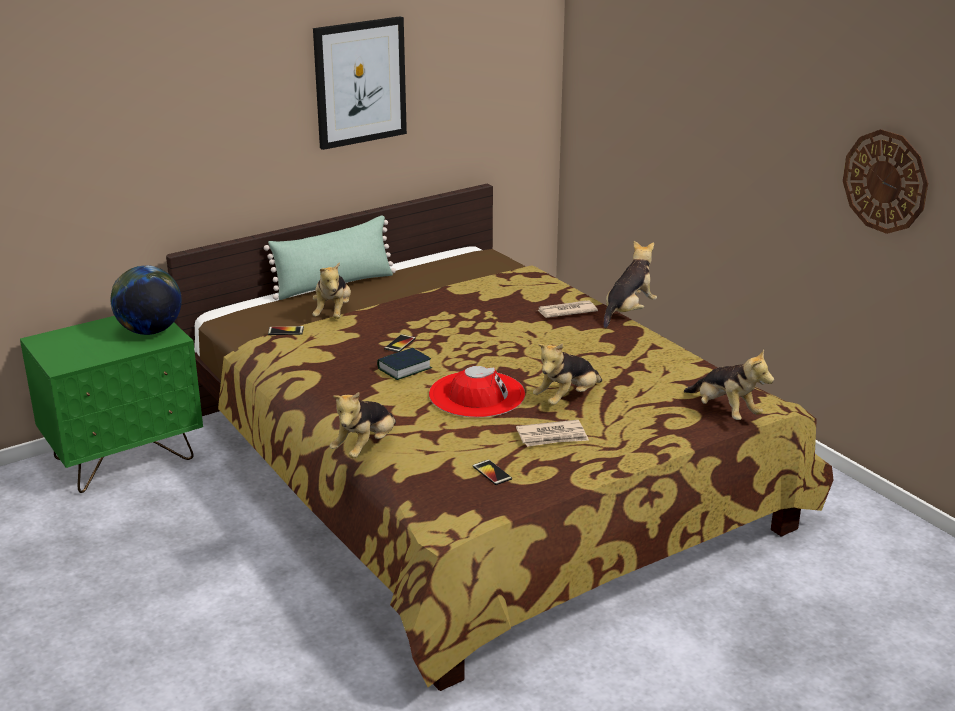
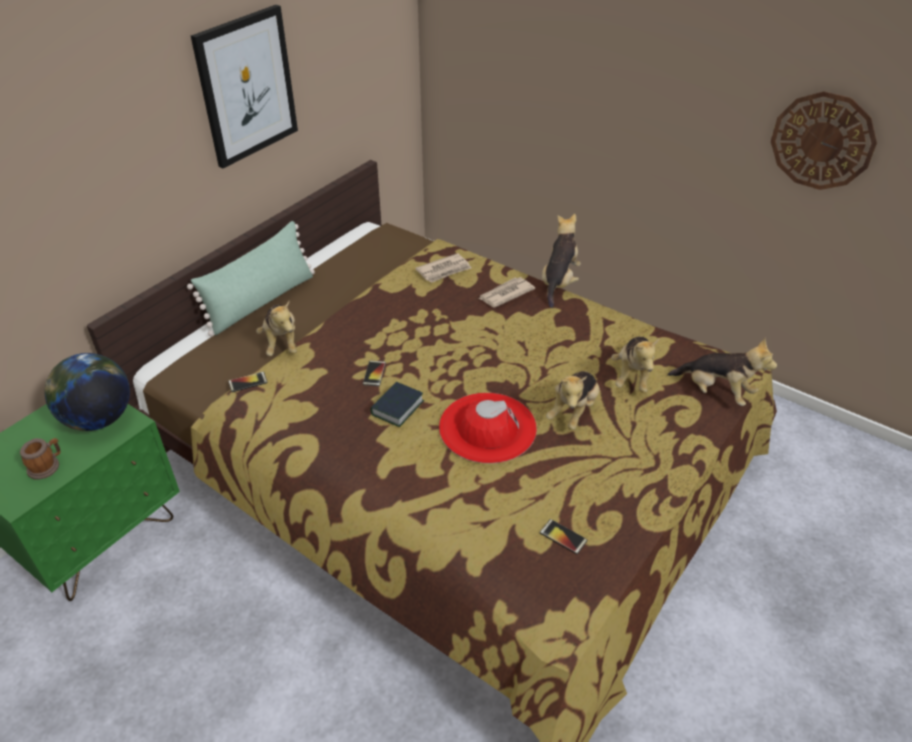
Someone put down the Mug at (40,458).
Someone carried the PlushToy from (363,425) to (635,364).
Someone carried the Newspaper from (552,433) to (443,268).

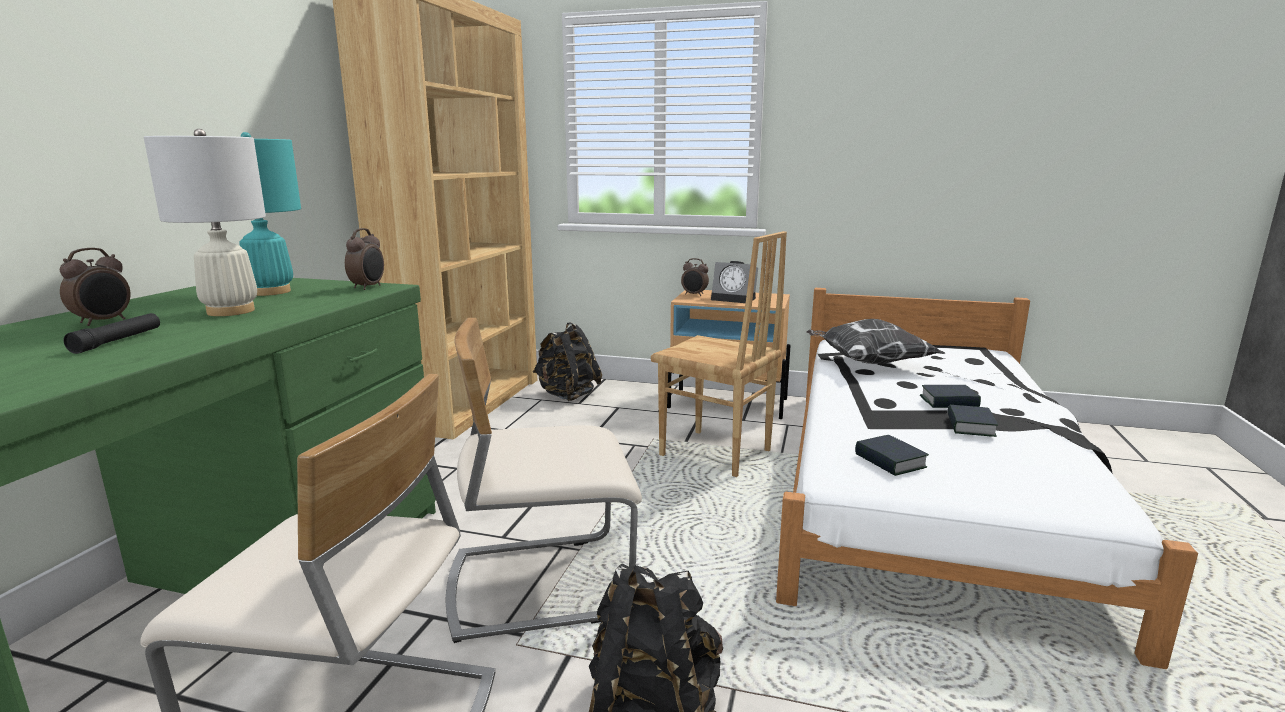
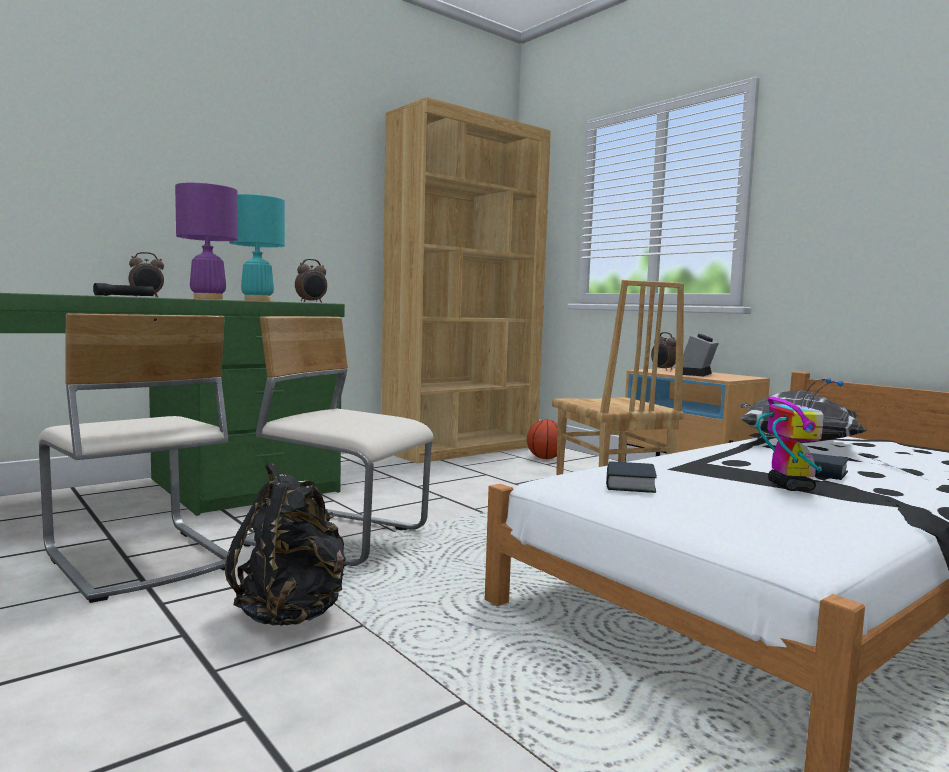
Someone swapped the BlackBackpack at (567,361) for the Basketball at (546,439).
Someone swapped the Book at (973,421) for the ToyRobot at (799,435).
Someone repainted the WhiteTableLamp at (205,222), which became the PurpleTableLamp at (206,241).
Someone rotated the AlarmClock at (734,282) by 60 degrees clockwise.

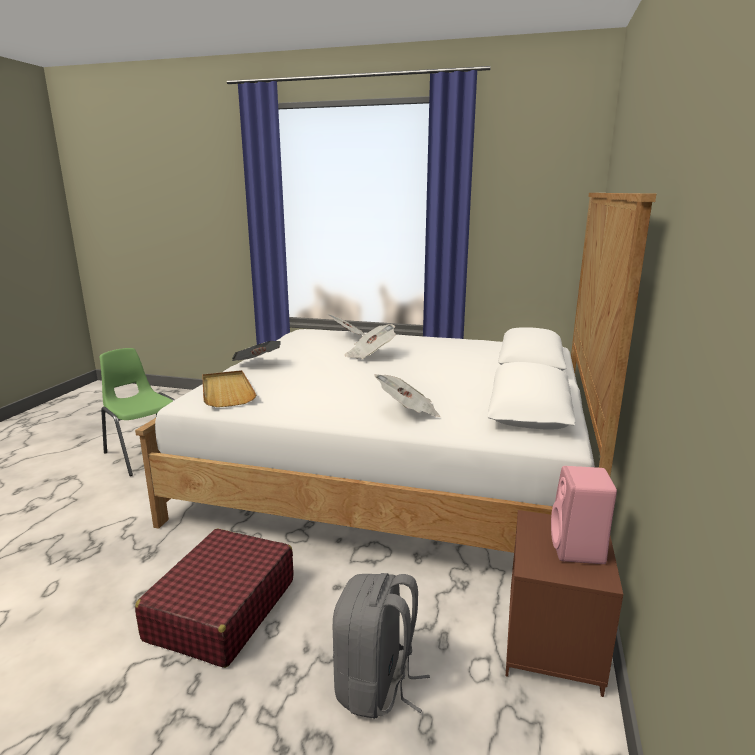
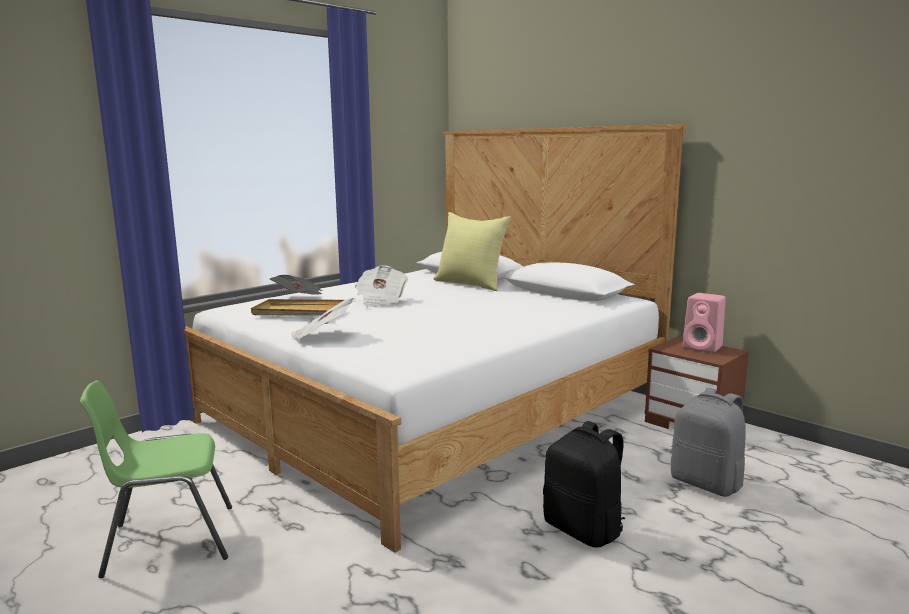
Someone took away the Newspaper at (407,395).
Someone put down the YellowPillow at (472,251).
Someone carried the BeigeTray from (229,388) to (297,307).
Someone swapped the RedSuitcase at (214,598) for the BlackBackpack at (584,484).

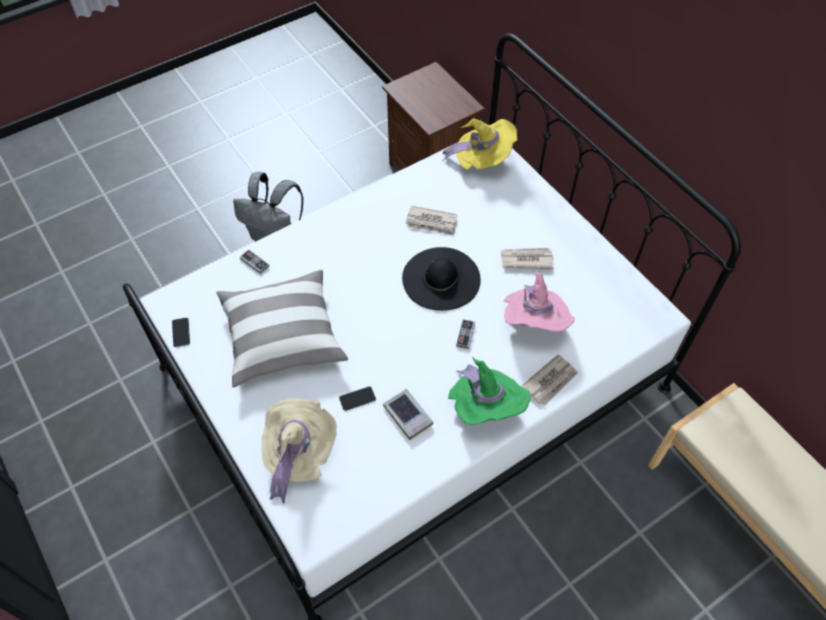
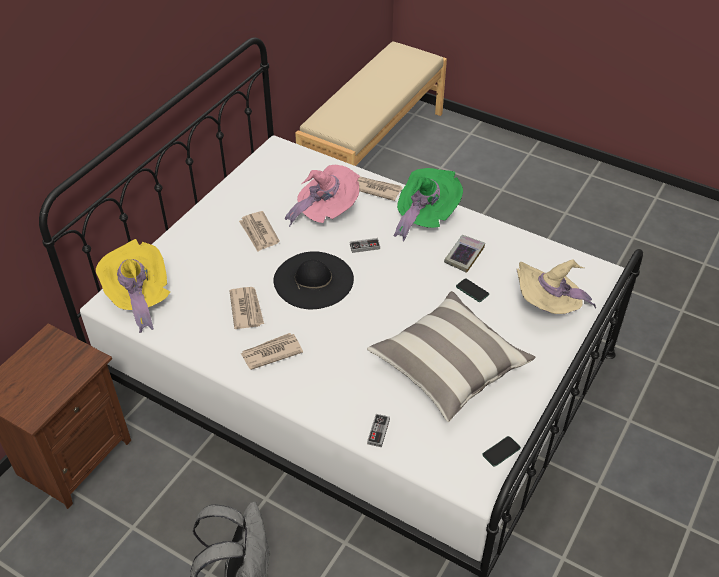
Someone put down the Newspaper at (272,351).

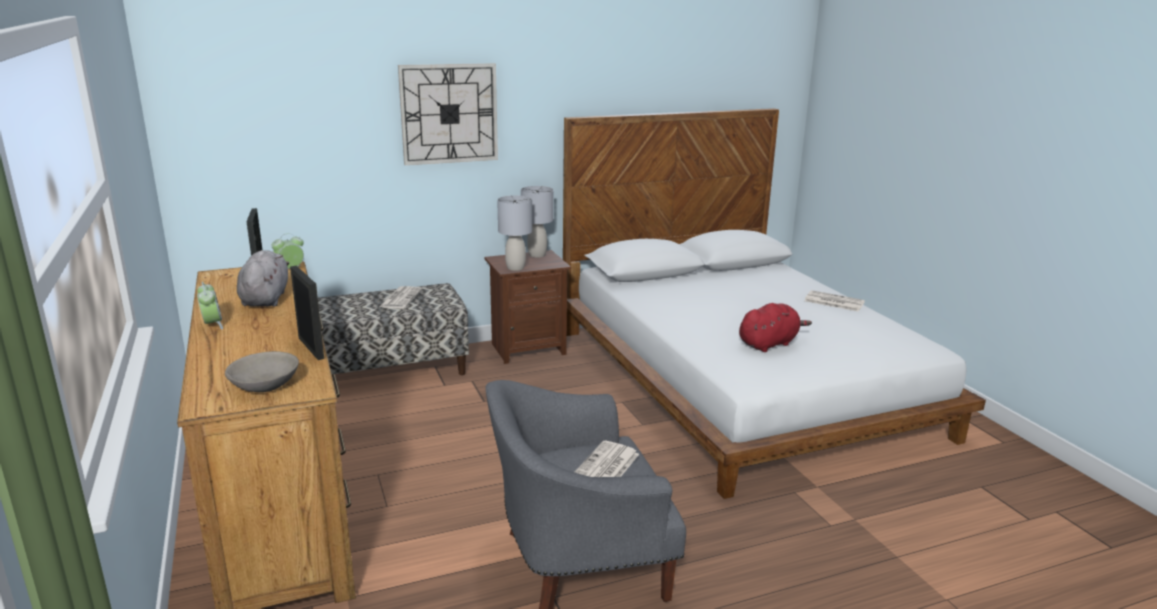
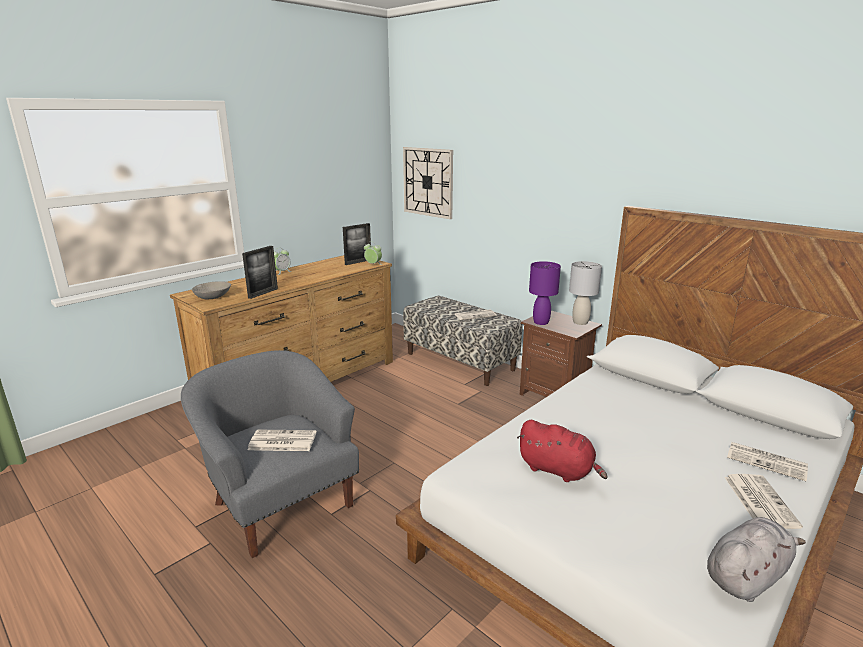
Someone put down the Newspaper at (767,461).
Someone carried the GreyPlushToy from (263,278) to (756,559).
Someone carried the WallClock from (448,114) to (428,183).
Someone repainted the GreyTableLamp at (514,233), which became the PurpleTableLamp at (545,293).

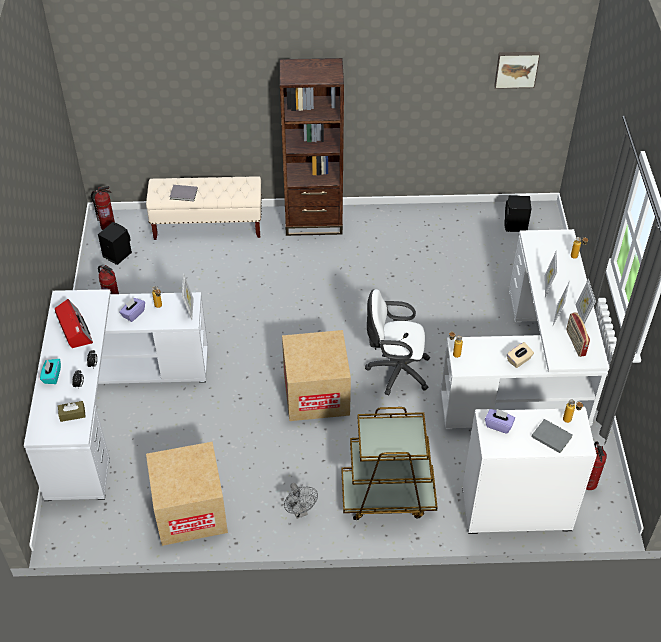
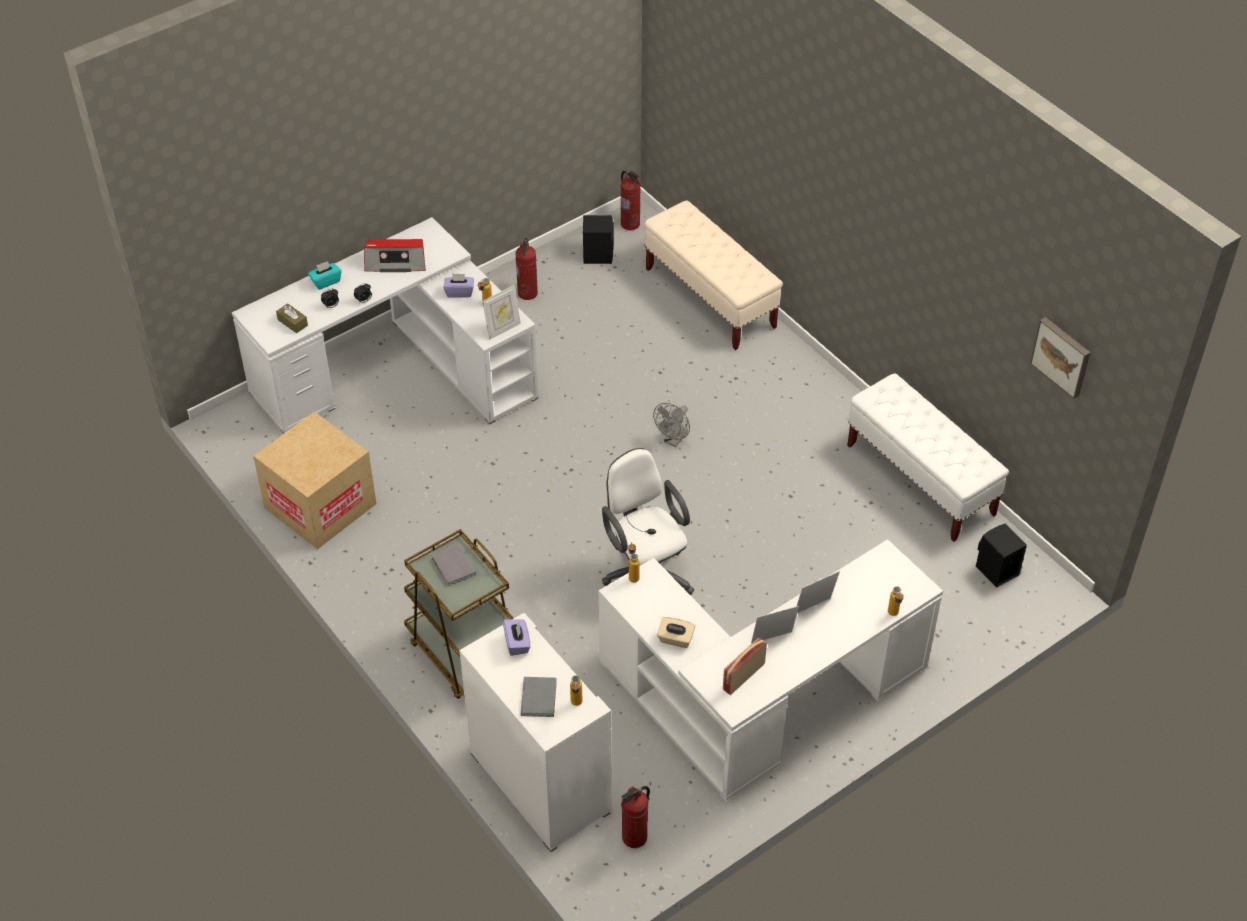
Someone took away the BrownBookcase at (312,147).
Someone took away the CardboardBox at (316,375).
Someone took away the PictureFrame at (586,301).
Someone put down the WhiteBench at (928,457).
Someone carried the GreyBook from (184,193) to (453,565).
Someone carried the GreyFan from (301,501) to (671,425).
Someone rotated the Radio at (74,323) by 60 degrees clockwise.

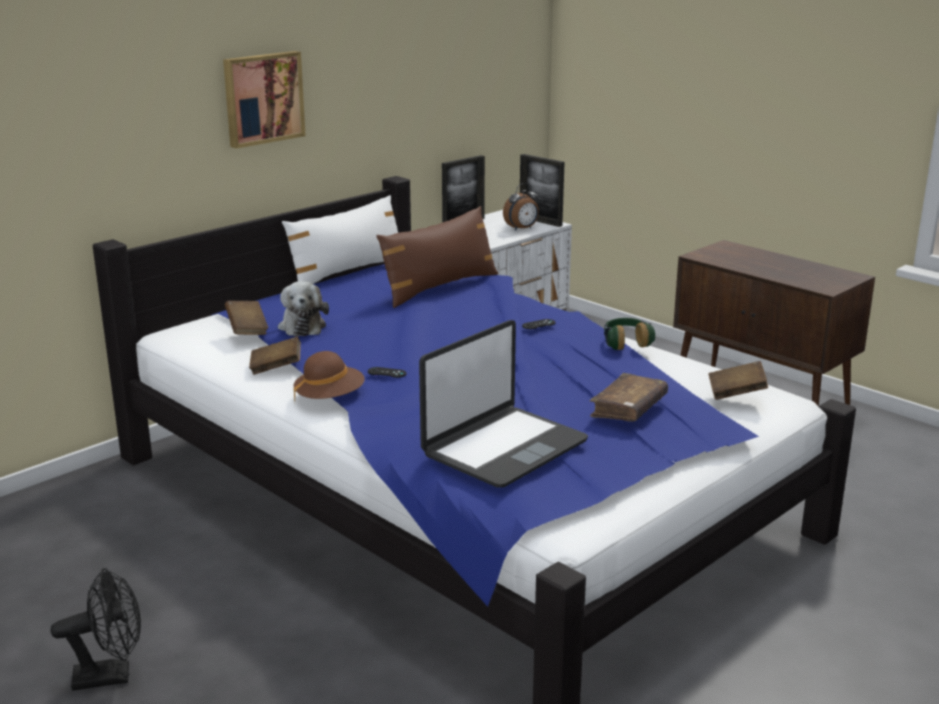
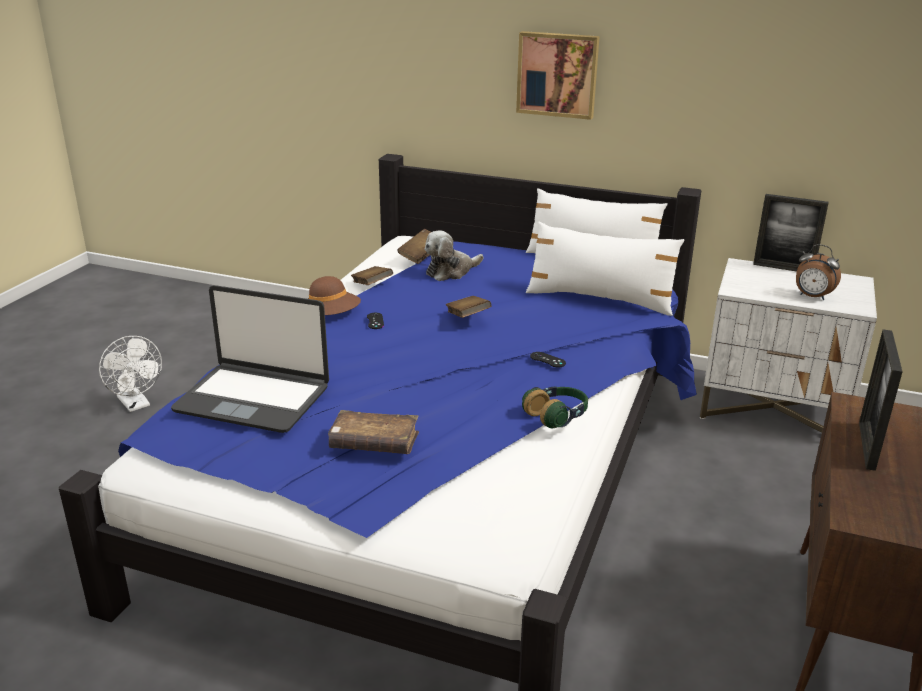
Someone carried the PictureFrame from (542,190) to (881,400).
Someone carried the BrownBook from (738,380) to (469,307).
Someone repainted the BlackFan at (95,629), which became the WhiteFan at (130,374).
Someone repainted the BrownPillow at (437,257), which became the WhitePillow at (605,269).

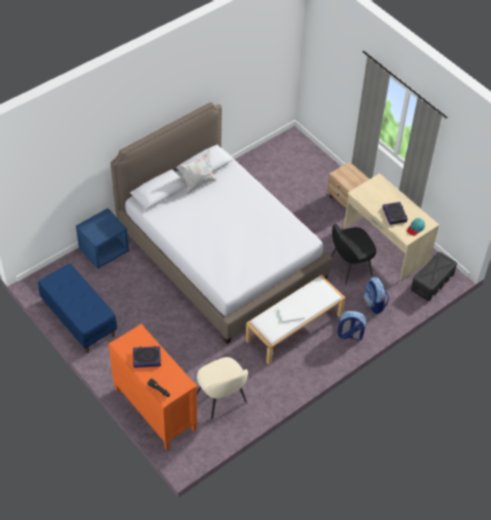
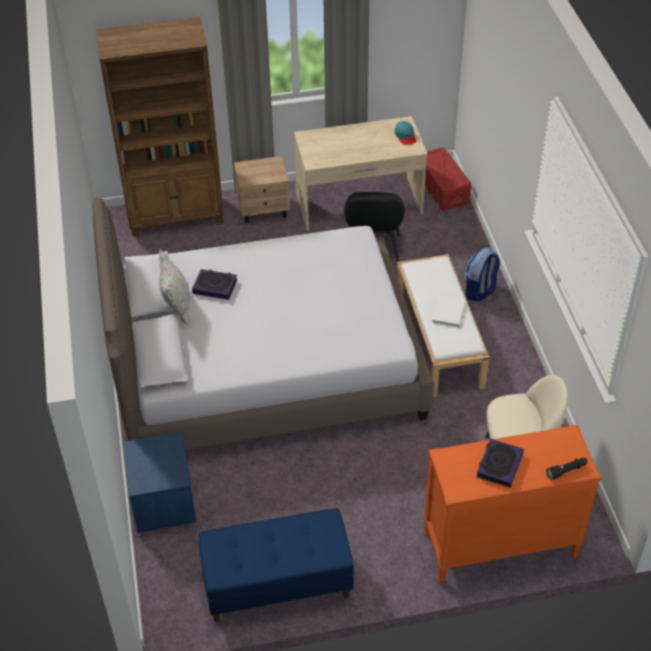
Someone took away the Backpack at (376,295).
Someone put down the BrownBookcase at (160,126).
Someone carried the Book from (395,213) to (214,284).
Someone repainted the BlackStorageBox at (434,276), which became the RedStorageBox at (448,179).

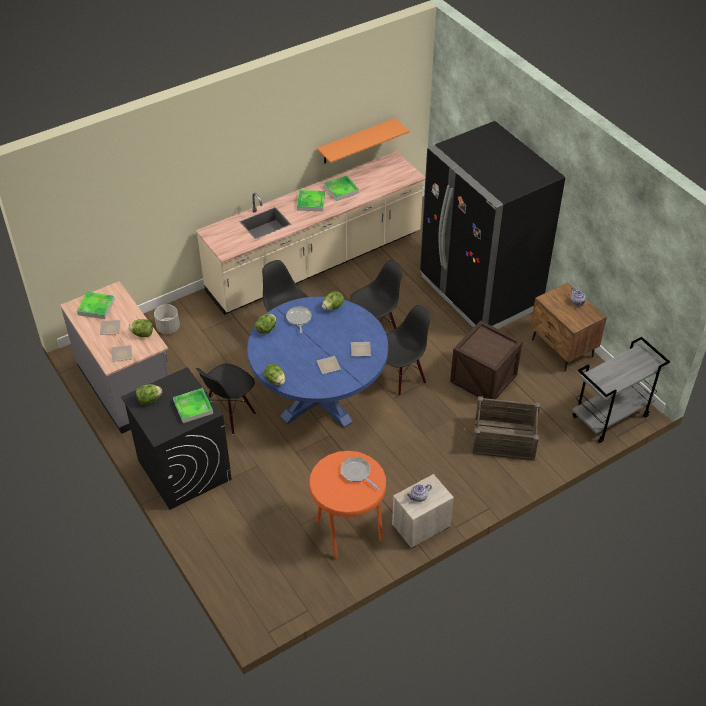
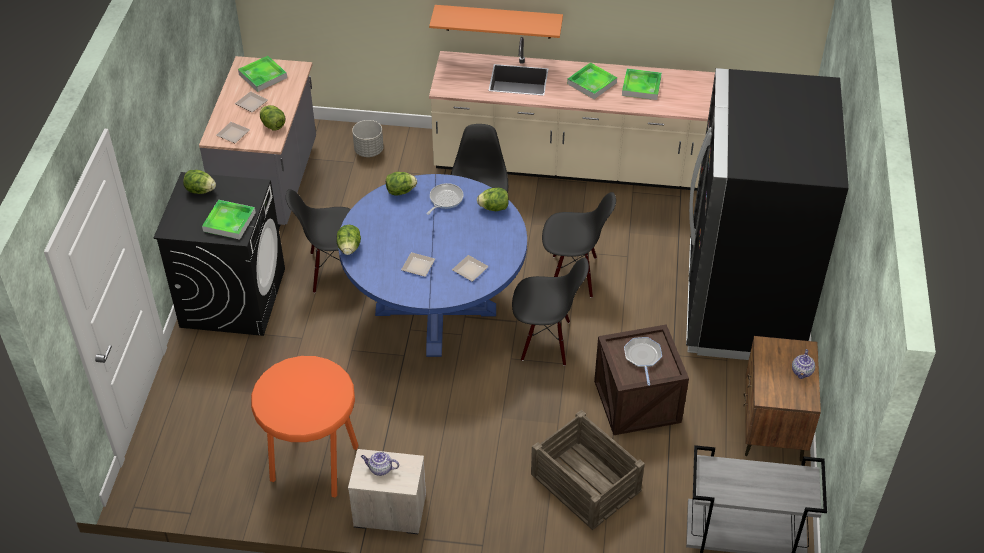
Someone carried the OrangeShelf from (363,140) to (496,22).
Someone carried the FryingPan from (360,473) to (643,361).

